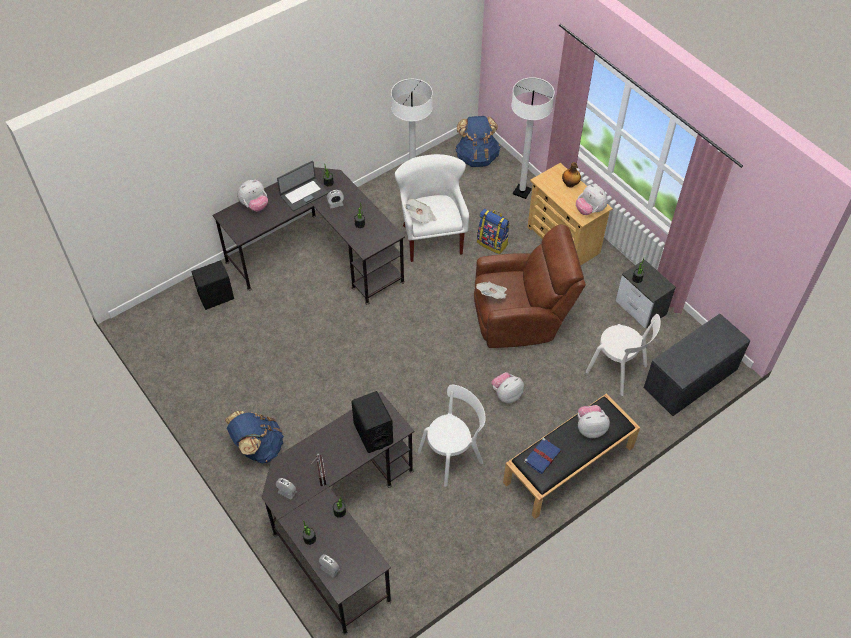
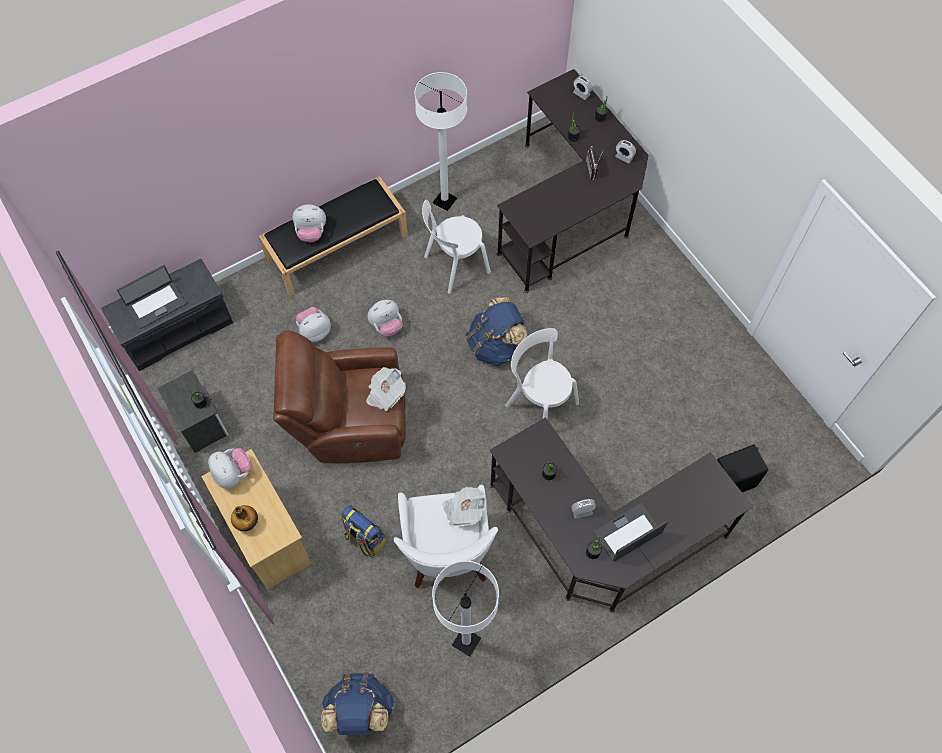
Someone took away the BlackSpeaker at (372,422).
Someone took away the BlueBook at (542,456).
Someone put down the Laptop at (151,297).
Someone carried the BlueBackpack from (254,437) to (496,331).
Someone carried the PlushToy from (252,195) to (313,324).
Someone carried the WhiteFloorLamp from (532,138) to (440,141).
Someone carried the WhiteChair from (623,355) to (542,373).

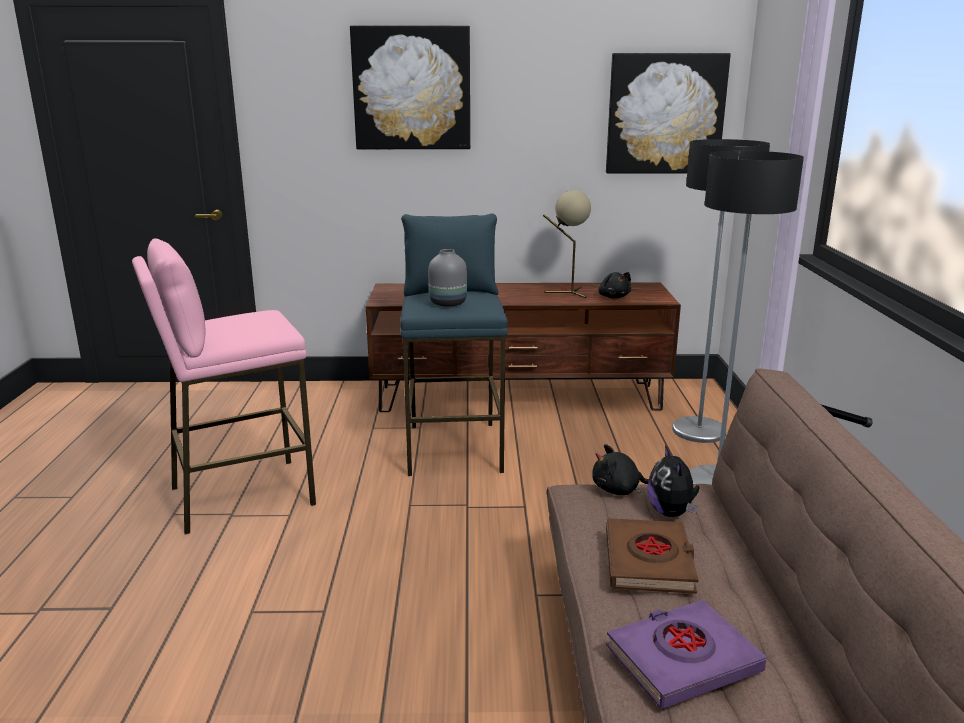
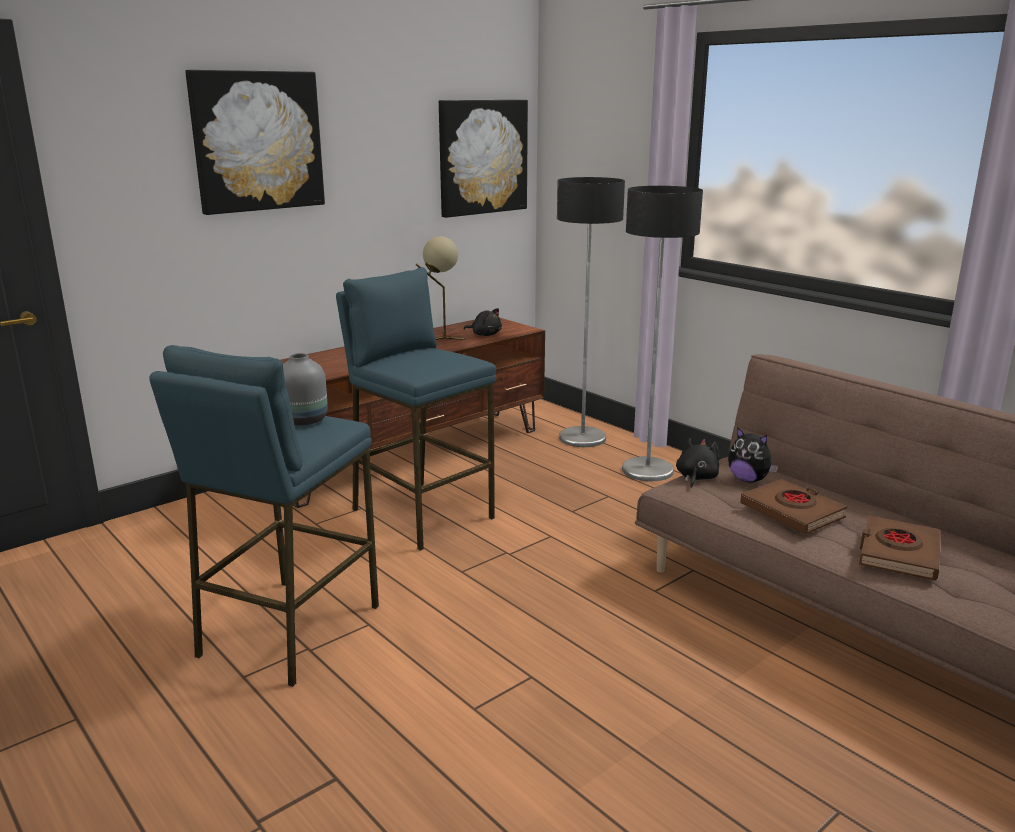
Someone carried the GreyVase from (447,278) to (305,389).
Someone repainted the PinkStool at (224,386), which became the BlueStool at (264,516).
Someone repainted the PurpleBook at (686,654), which became the BrownBook at (900,547).
Someone rotated the BlackPlushToy at (620,469) by 150 degrees clockwise.

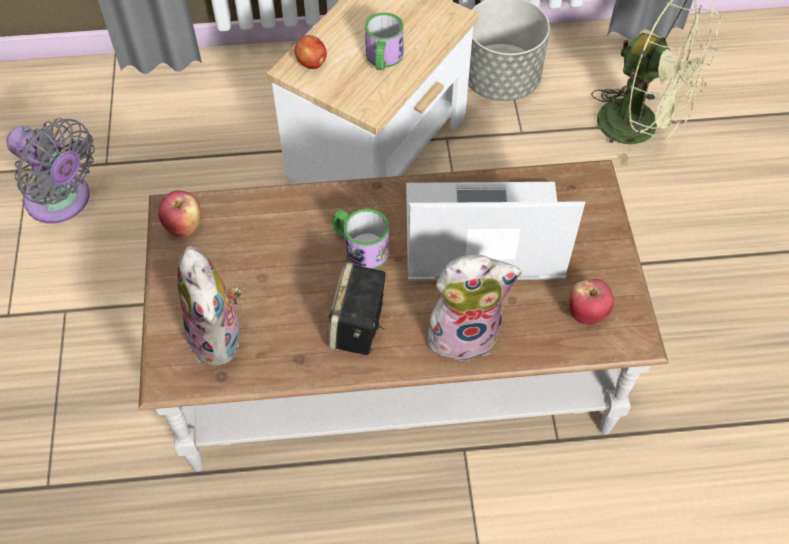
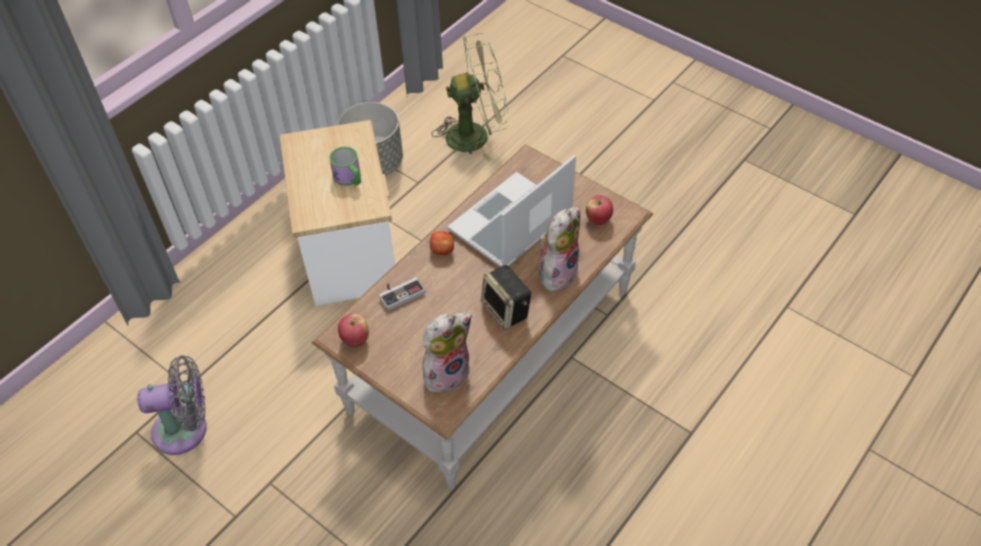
Someone took away the Mug at (361,238).
Someone put down the GameController at (402,294).
Someone carried the Apple from (311,52) to (442,243).
Someone rotated the PlushToy at (209,306) by 60 degrees counterclockwise.

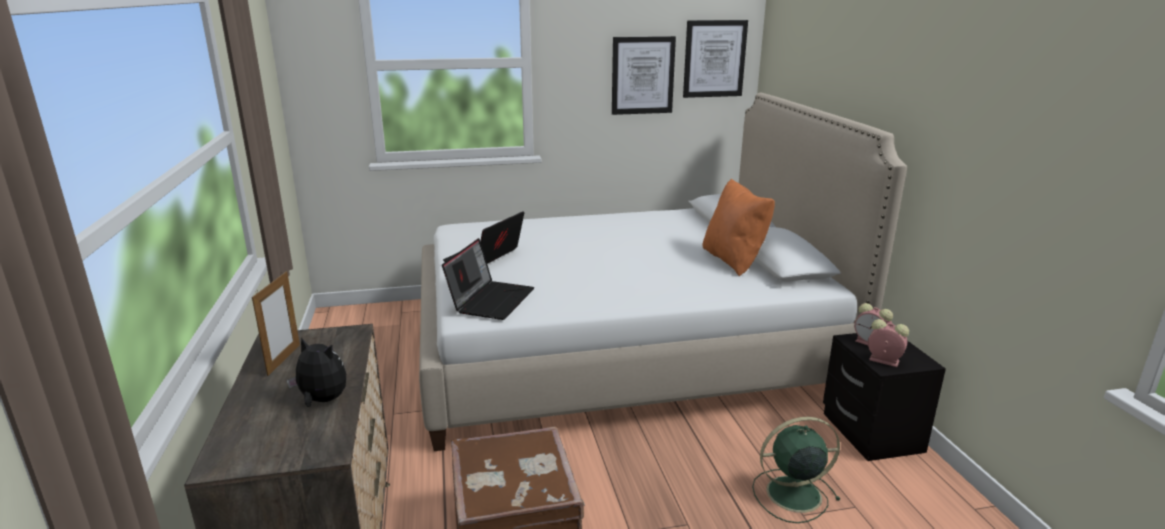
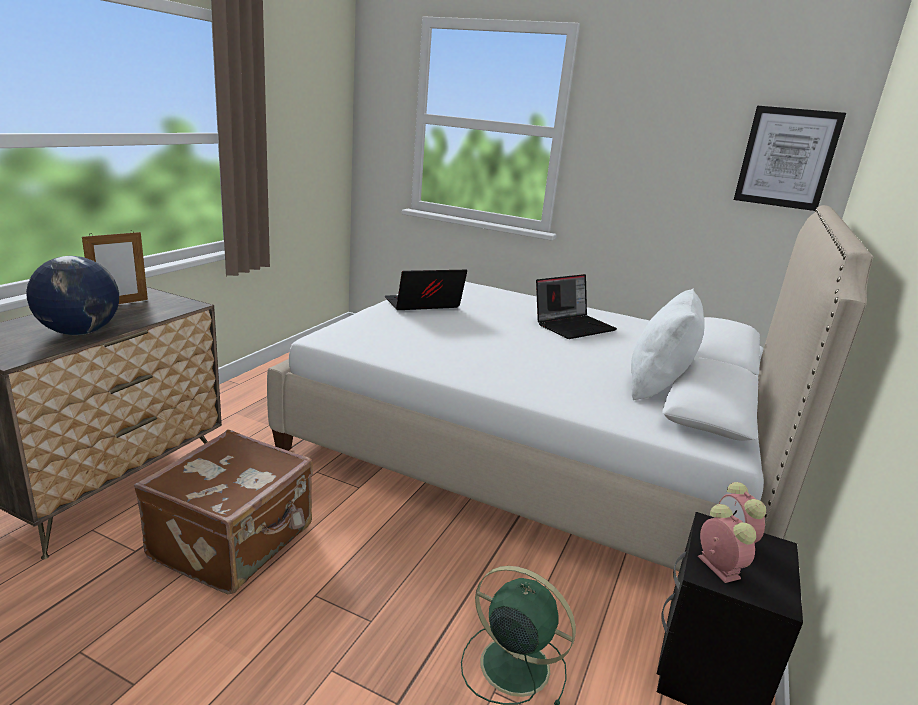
Someone took away the Picture at (644,75).
Someone carried the Laptop from (488,279) to (576,306).
Someone swapped the PlushToy at (316,372) for the Globe at (72,295).
Someone repainted the OrangePillow at (738,227), which became the WhitePillow at (668,344).

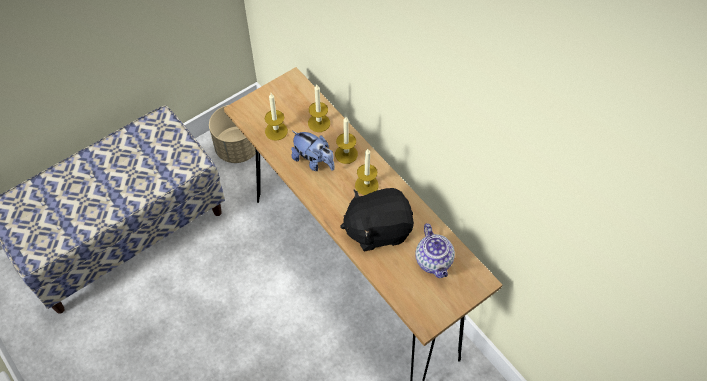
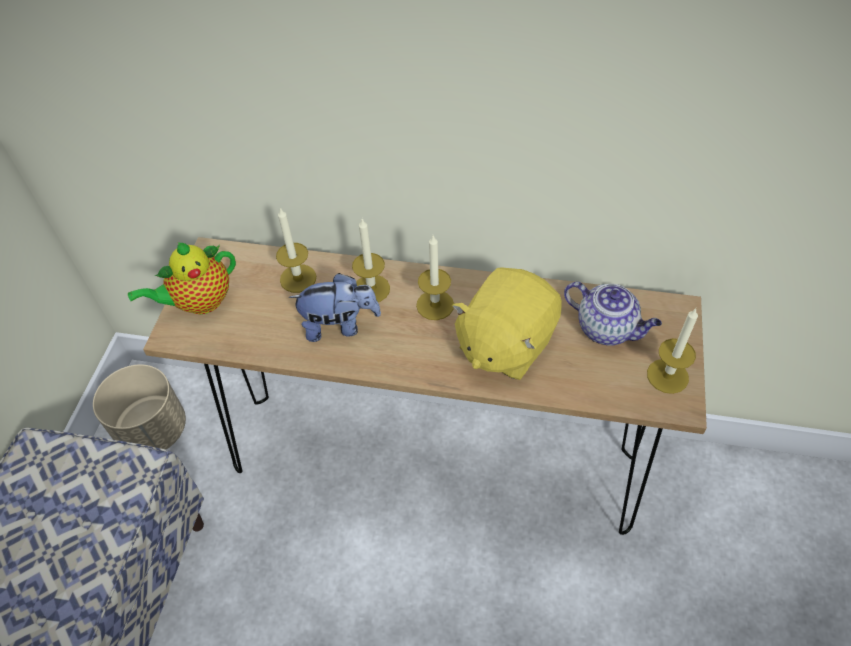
Someone put down the Teapot at (182,278).
Someone carried the Candle from (276,117) to (672,351).
Someone repainted the BlackPlushToy at (377,219), which became the YellowPlushToy at (507,323).

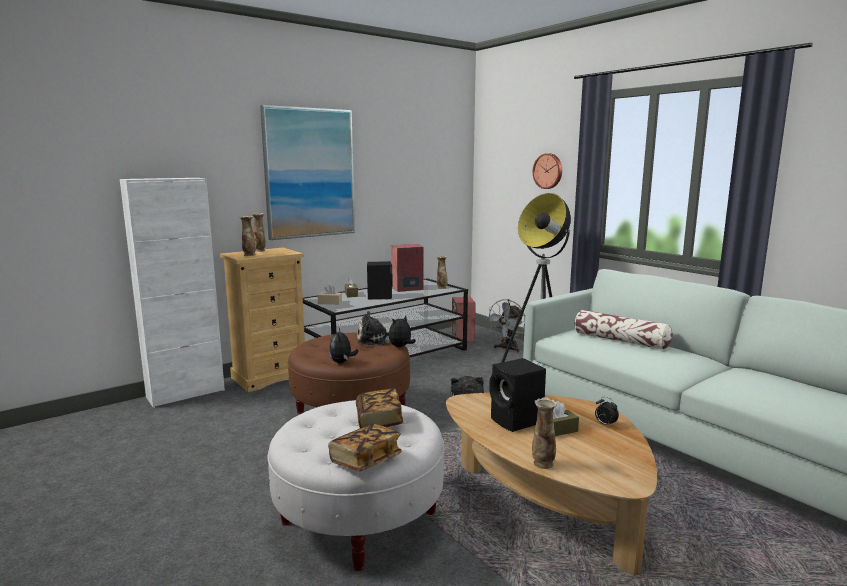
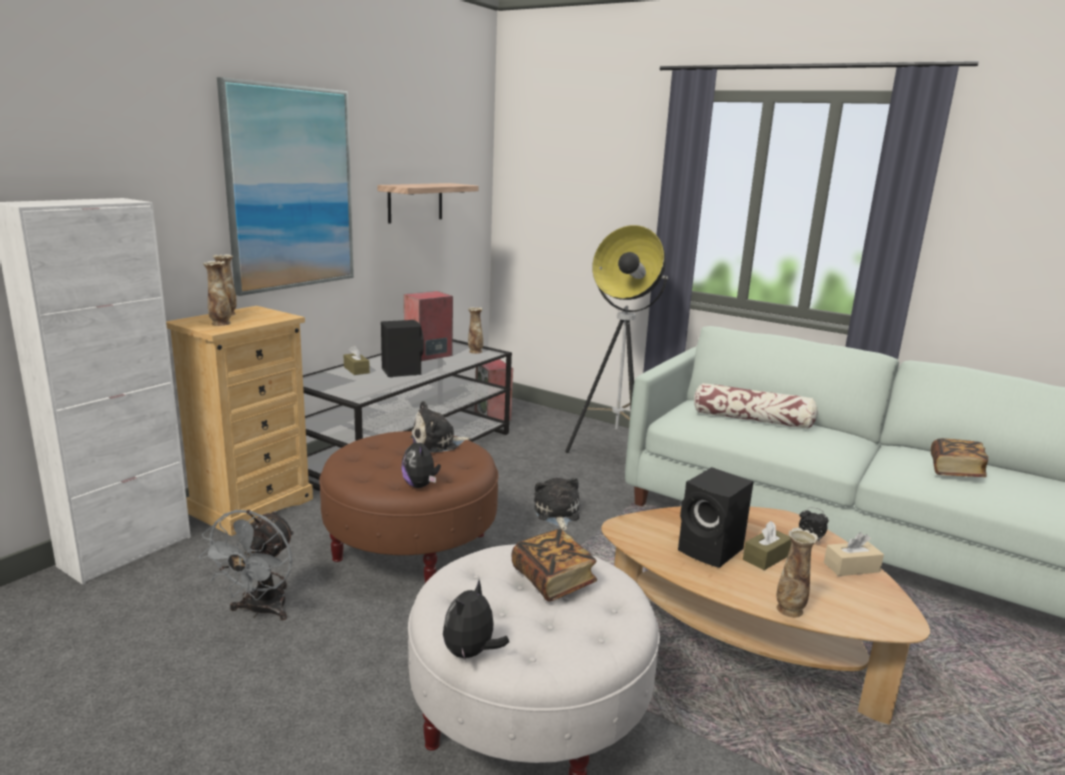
Someone took away the WallClock at (547,171).
Someone put up the Shelf at (428,203).
Someone carried the BeigeTissueBox from (330,295) to (854,554).
Someone carried the Book from (365,447) to (959,457).
Someone carried the PlushToy from (402,331) to (476,620).
Someone carried the GreyFan from (505,325) to (246,565).

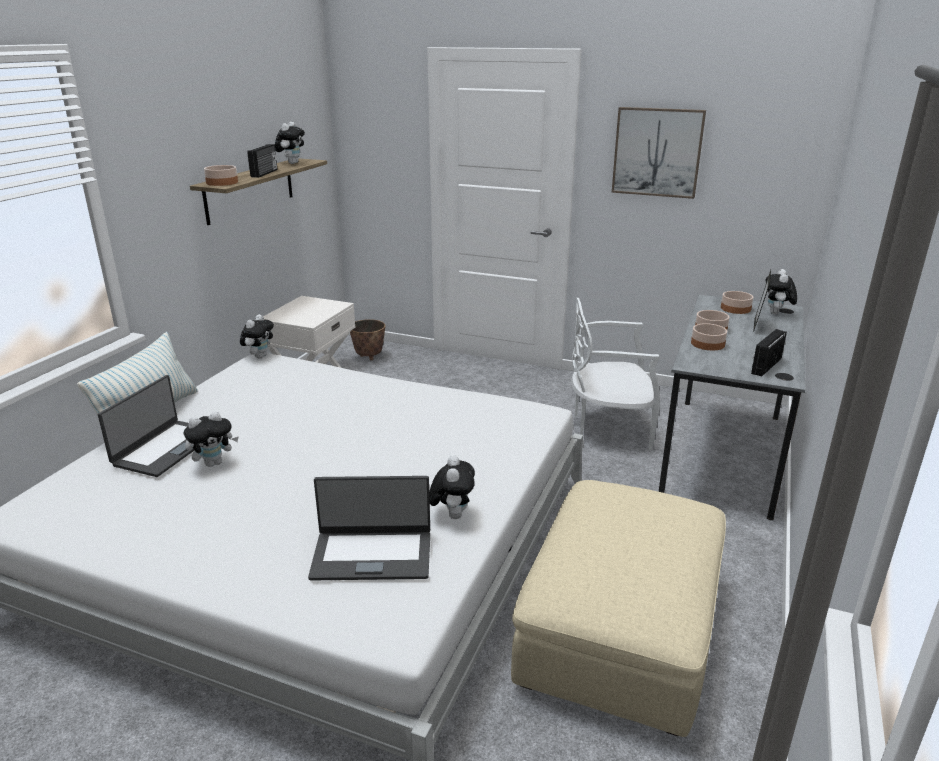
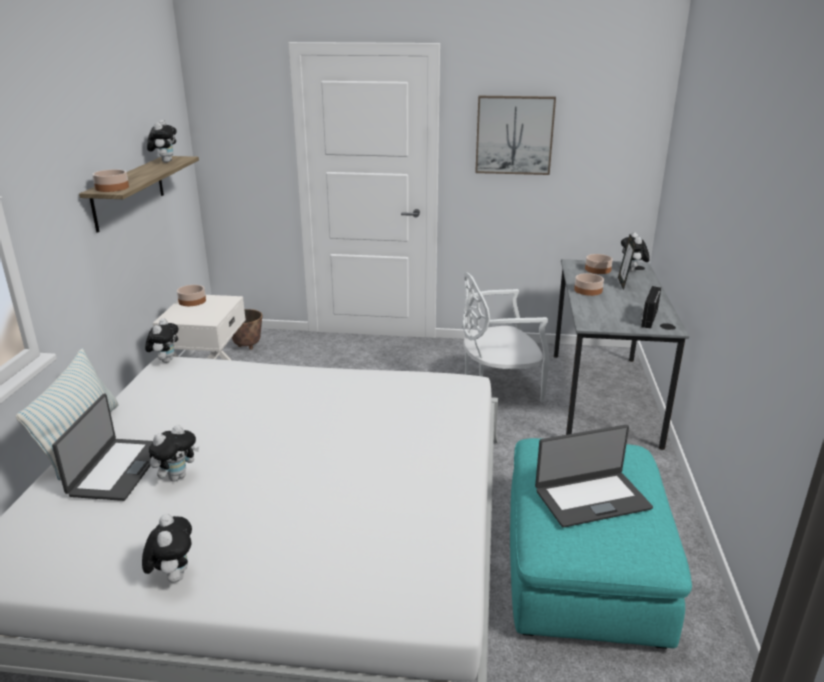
Someone took away the Radio at (262,161).
Someone carried the Laptop from (369,528) to (594,476).
Someone carried the PlushToy from (452,487) to (167,548).
Someone carried the Bowl from (709,336) to (191,295).
Someone repainted the BeigeOttoman at (618,608), which became the TurquoiseOttoman at (601,543).

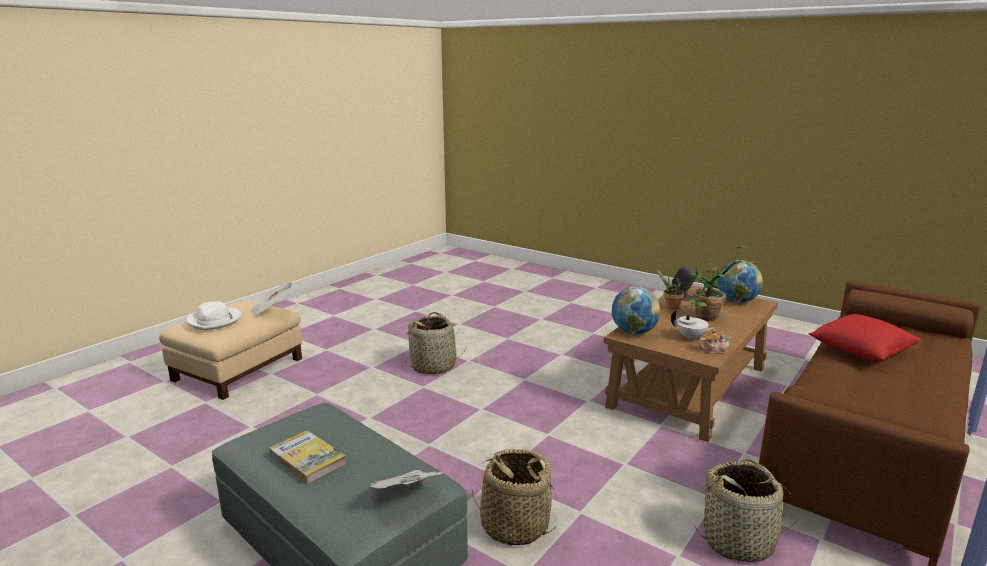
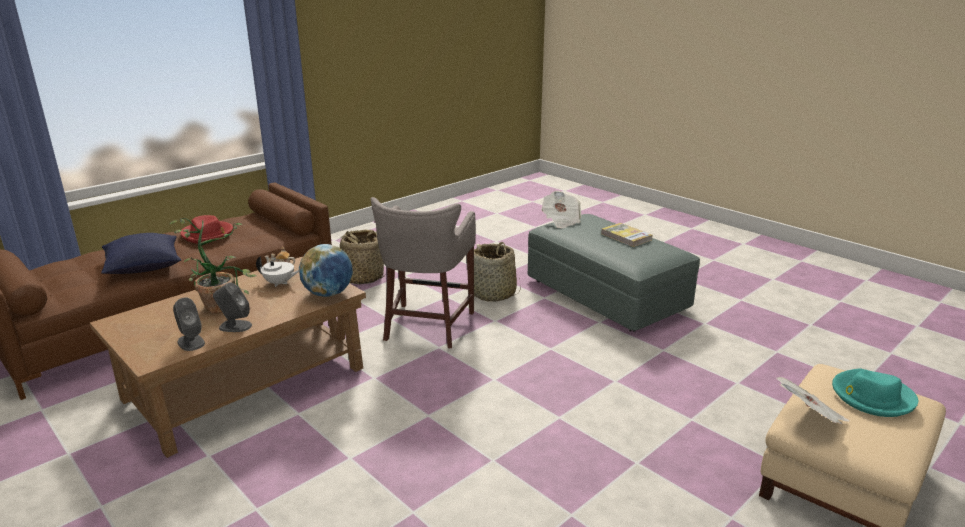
Someone took away the Basket at (436,343).
Someone took away the Globe at (740,281).
Someone put down the RedHat at (206,229).
Someone put down the GreyStool at (423,272).
Someone swapped the PottedPlant at (670,289) for the GreySpeaker at (232,307).
Someone repainted the WhiteHat at (214,316), which became the TurquoiseHat at (875,393).
Someone repainted the RedPillow at (864,337), which became the BluePillow at (141,253).
Someone rotated the WhiteTeapot at (694,325) by 150 degrees clockwise.

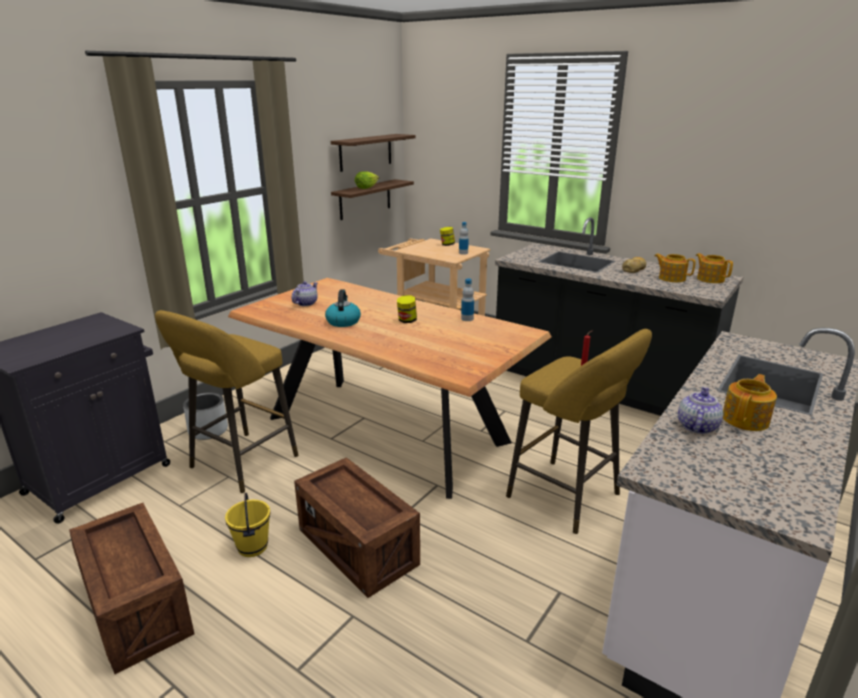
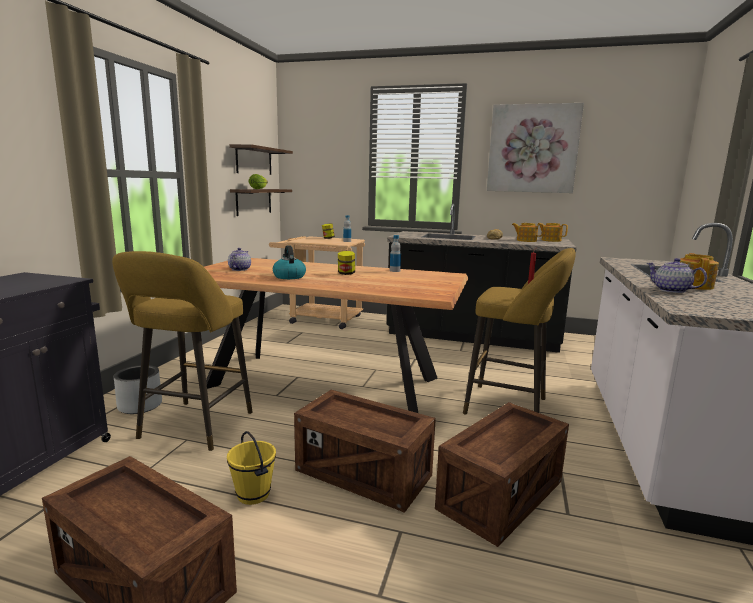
Someone put down the Crate at (502,474).
Someone put up the Picture at (535,148).
Someone rotated the Teapot at (700,410) by 45 degrees counterclockwise.

